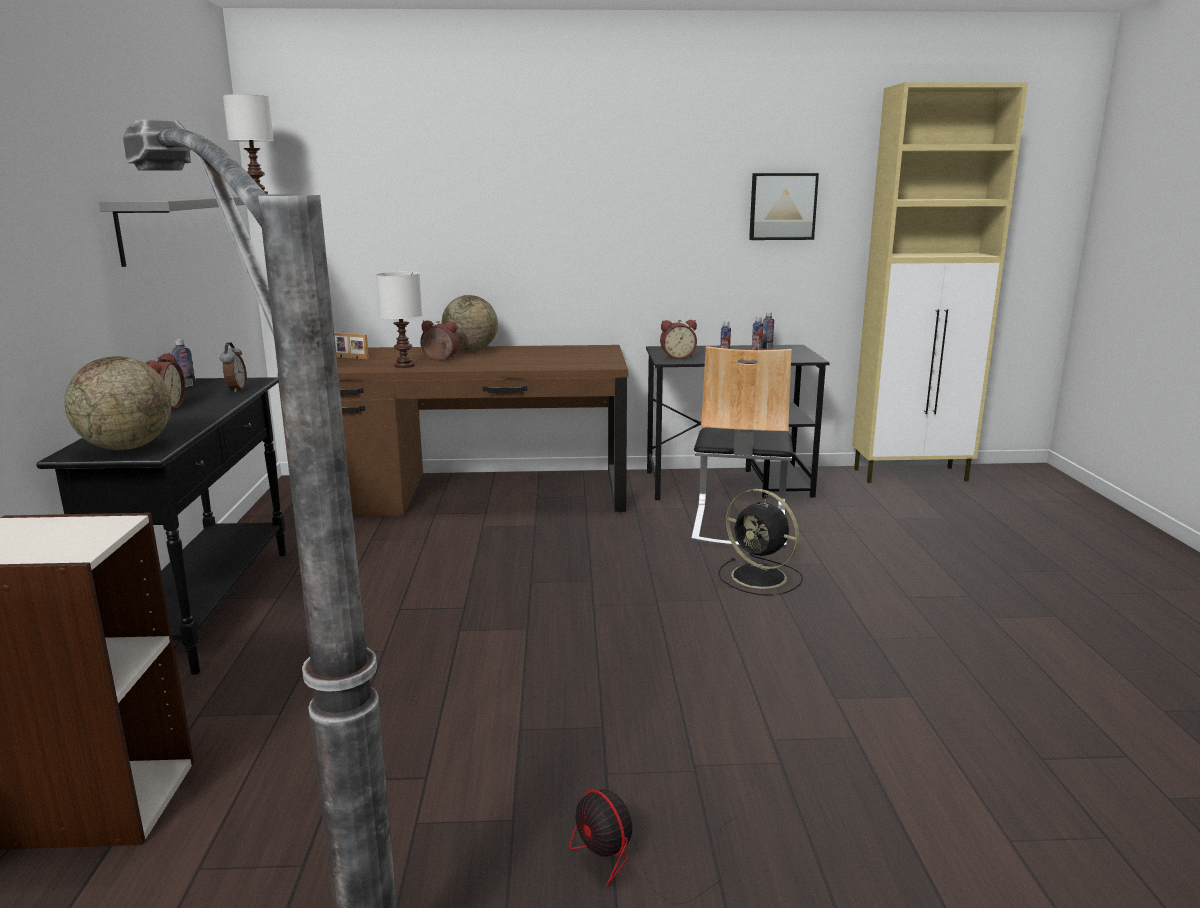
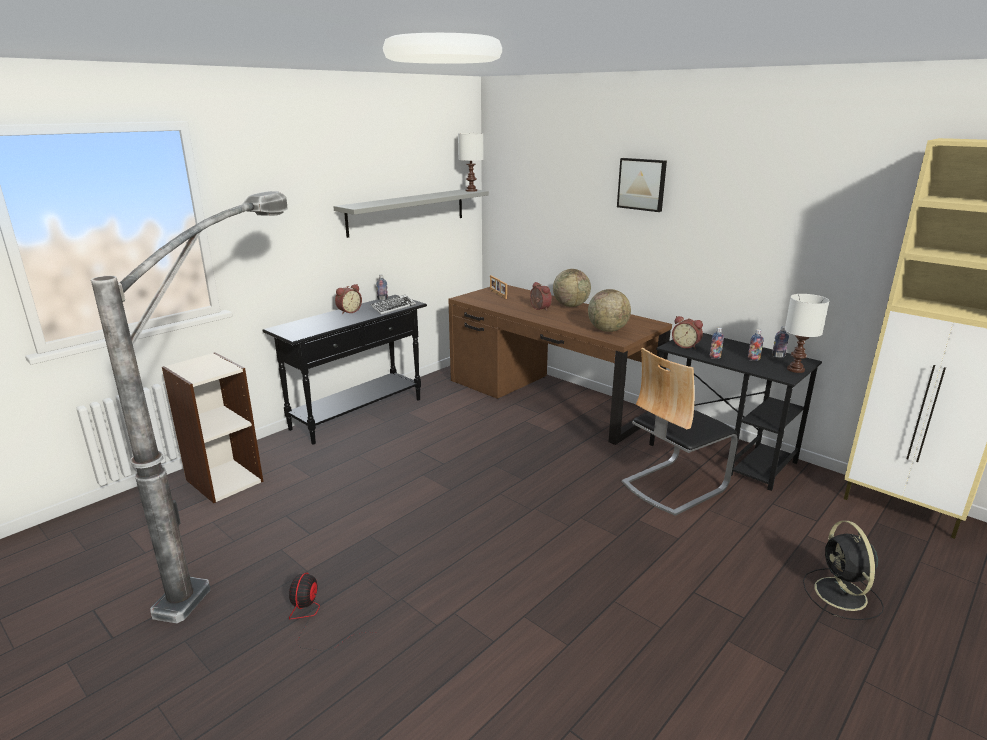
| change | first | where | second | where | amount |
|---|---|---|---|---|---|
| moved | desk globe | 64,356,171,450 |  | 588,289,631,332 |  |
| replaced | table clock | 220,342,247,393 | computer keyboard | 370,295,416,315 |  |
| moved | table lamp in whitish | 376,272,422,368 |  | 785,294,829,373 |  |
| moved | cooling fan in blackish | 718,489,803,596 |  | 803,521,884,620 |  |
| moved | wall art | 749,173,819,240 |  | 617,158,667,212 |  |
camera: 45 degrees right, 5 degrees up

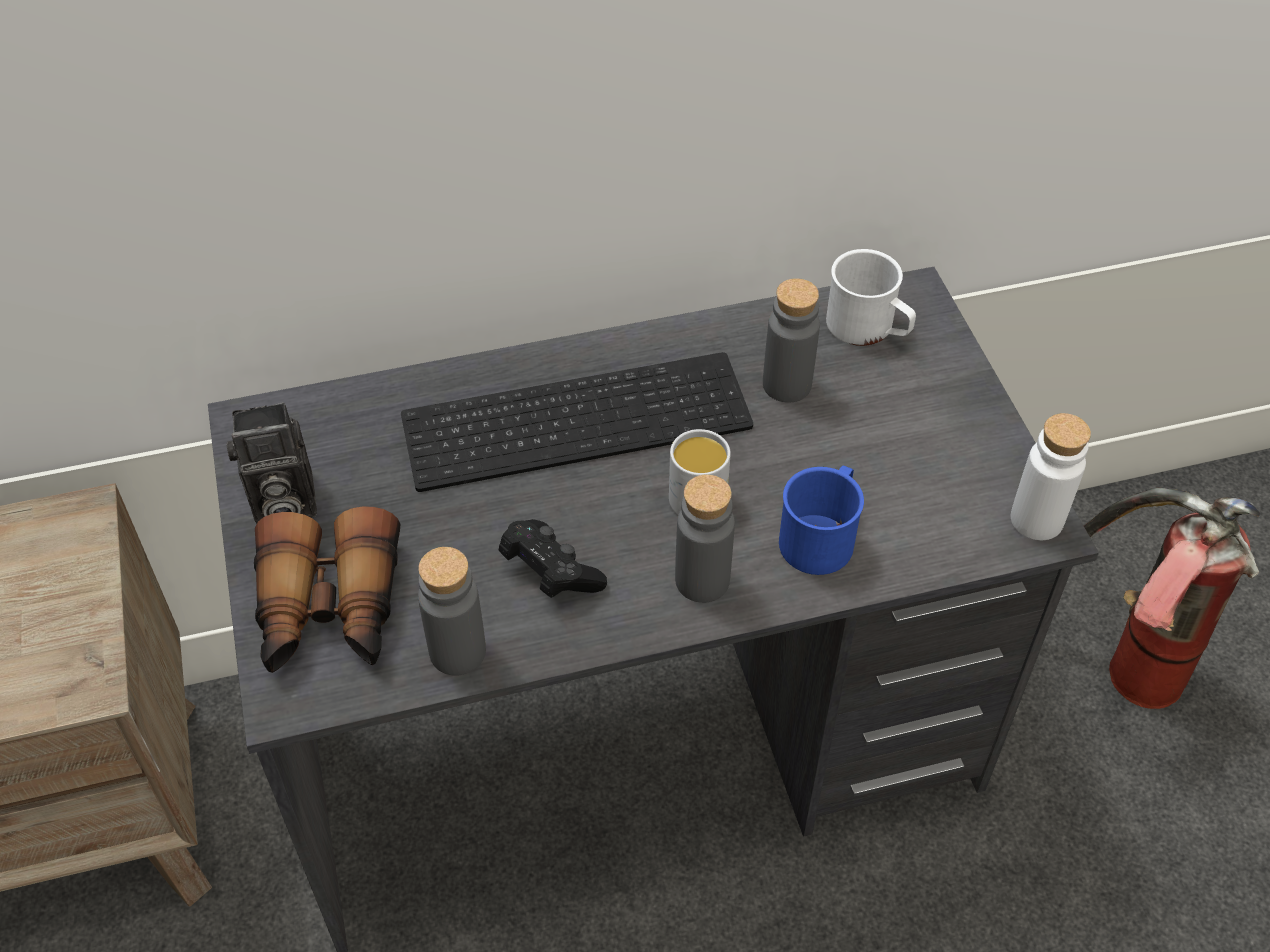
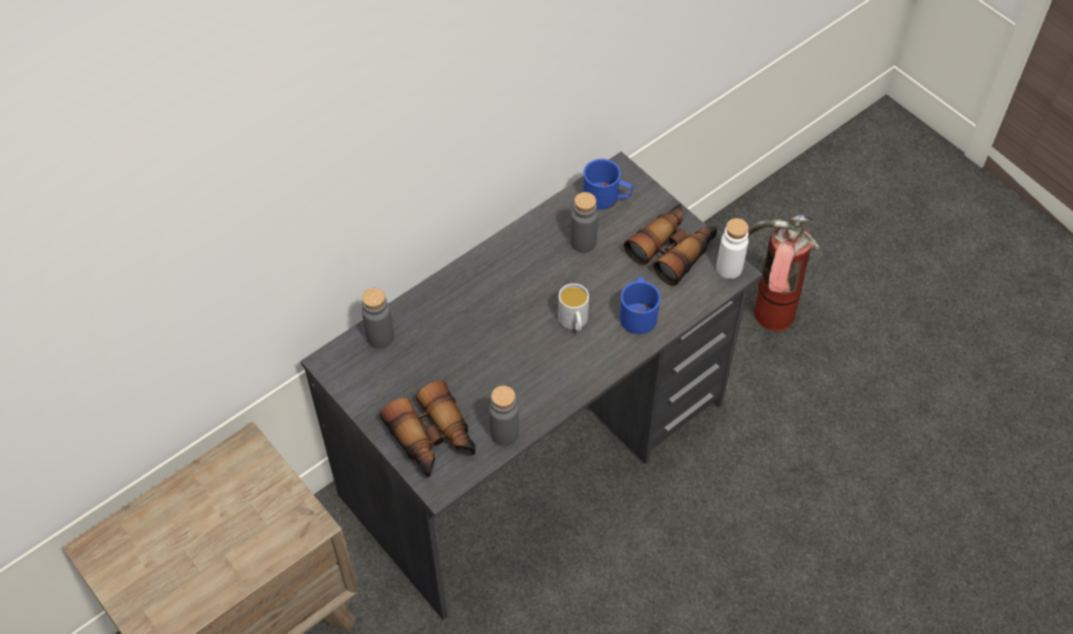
| change | first | where | second | where | amount |
|---|---|---|---|---|---|
| removed | photo camera | 227,402,317,524 |  |  |  |
| removed | computer keyboard | 401,352,753,492 |  |  |  |
| removed | gamepad in blackish | 498,519,607,598 |  |  |  |
| moved | drink bottle in grey | 675,474,735,603 |  | 362,288,394,348 |  |
| recoloured | coffee mug in whitish | 826,249,916,346 | coffee mug in bluish | 583,159,633,210 |  |
| added |  |  | field glasses | 624,204,717,286 |  |
camera: 25 degrees left, 5 degrees up

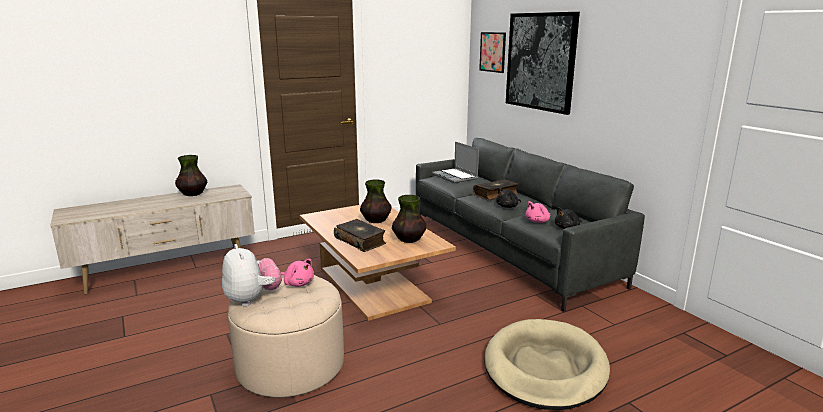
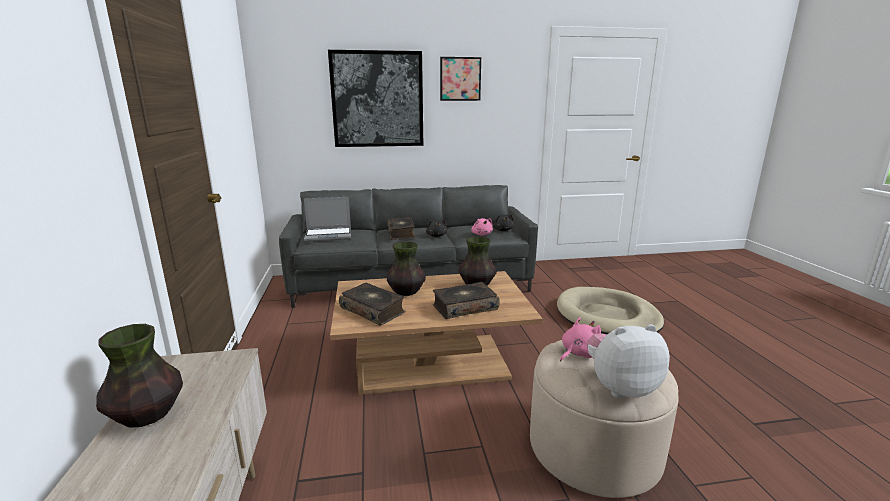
| change | first | where | second | where | amount |
|---|---|---|---|---|---|
| moved | wall art | 479,32,506,73 |  | 440,57,481,101 |  |
| added |  |  | bound book | 339,283,405,325 |  |
camera: 70 degrees left, 0 degrees up

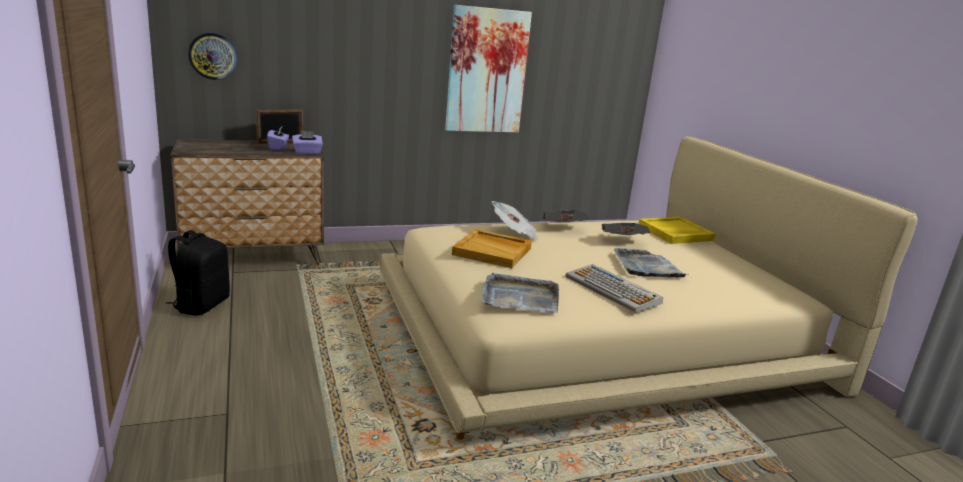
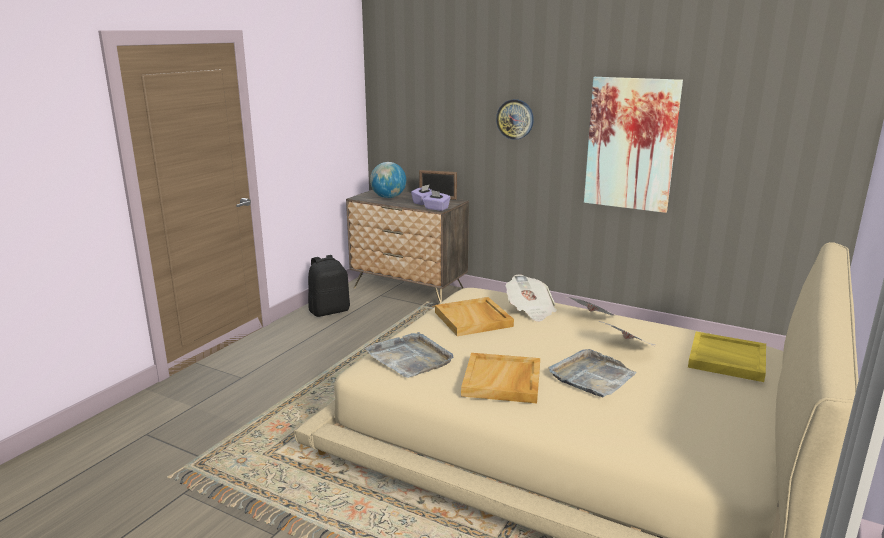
| change | first | where | second | where | amount |
|---|---|---|---|---|---|
| moved | wall clock | 188,33,237,80 |  | 496,99,534,140 |  |
| replaced | computer keyboard | 565,264,663,313 | carrying tray in sand-coloured | 461,353,540,403 |  |
| added |  |  | desk globe | 370,162,406,198 |  |
camera: 50 degrees right, 0 degrees up

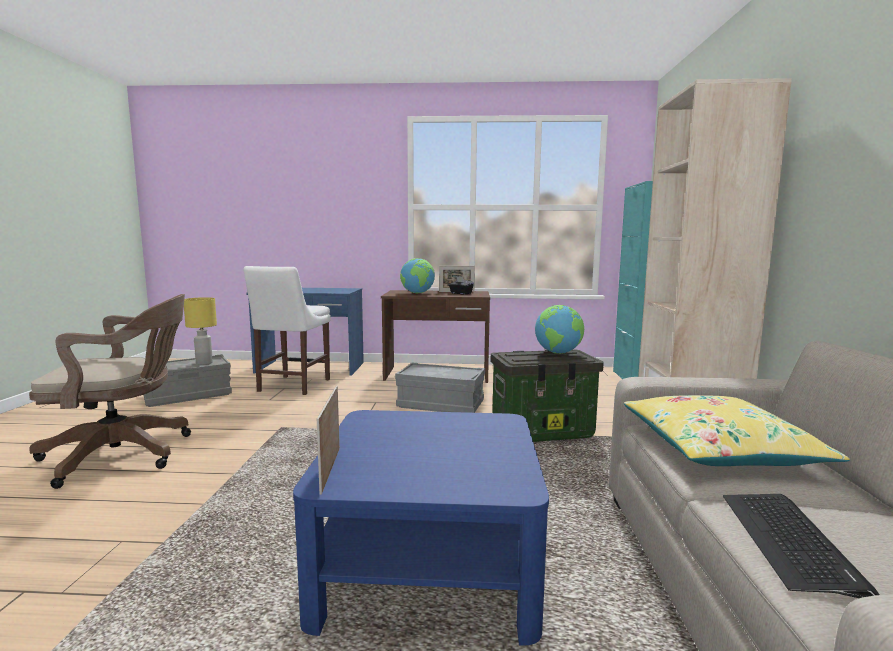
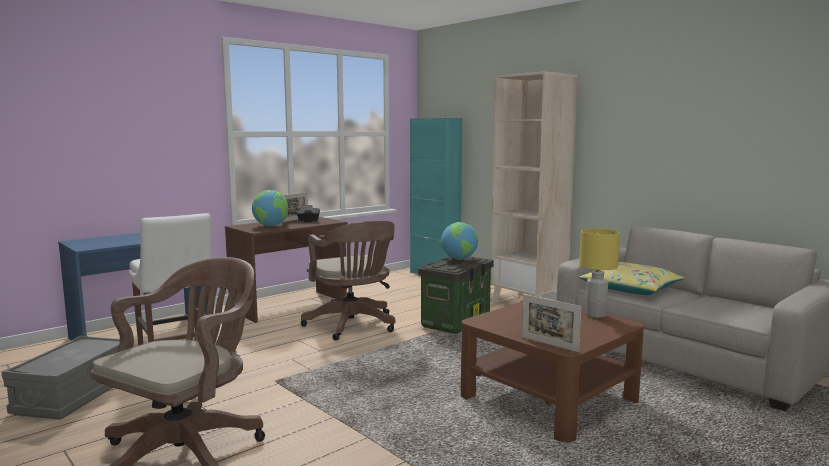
| change | first | where | second | where | amount |
|---|---|---|---|---|---|
| moved | table lamp in yellowish | 184,297,217,365 |  | 579,228,620,318 |  |
| recoloured | low table in bluish | 293,410,549,646 | low table in brown | 461,302,644,443 |  |
| replaced | storage box in grey | 395,363,485,413 | desk chair in brown | 301,220,395,341 |  |
| removed | computer keyboard | 723,494,880,598 |  |  |  |
camera: 45 degrees left, 0 degrees up

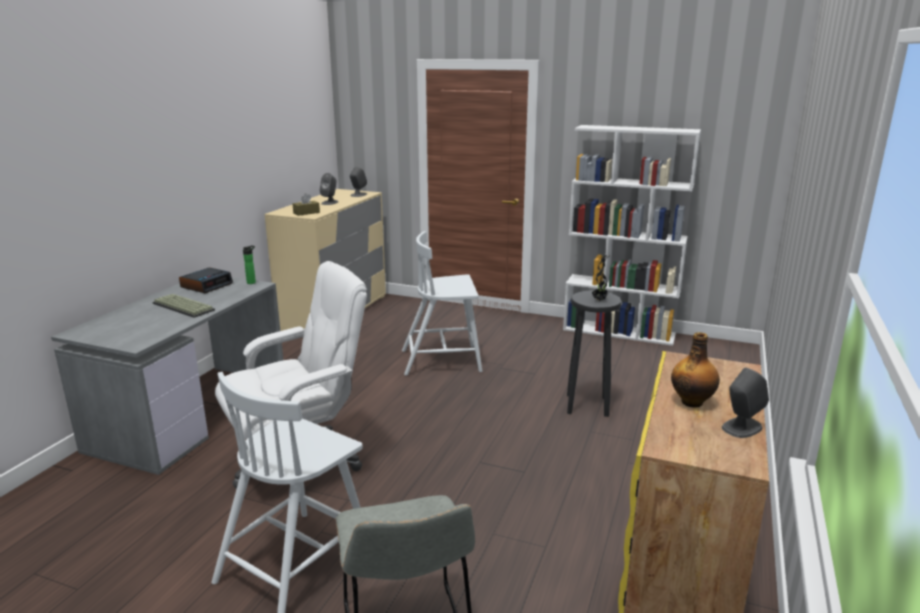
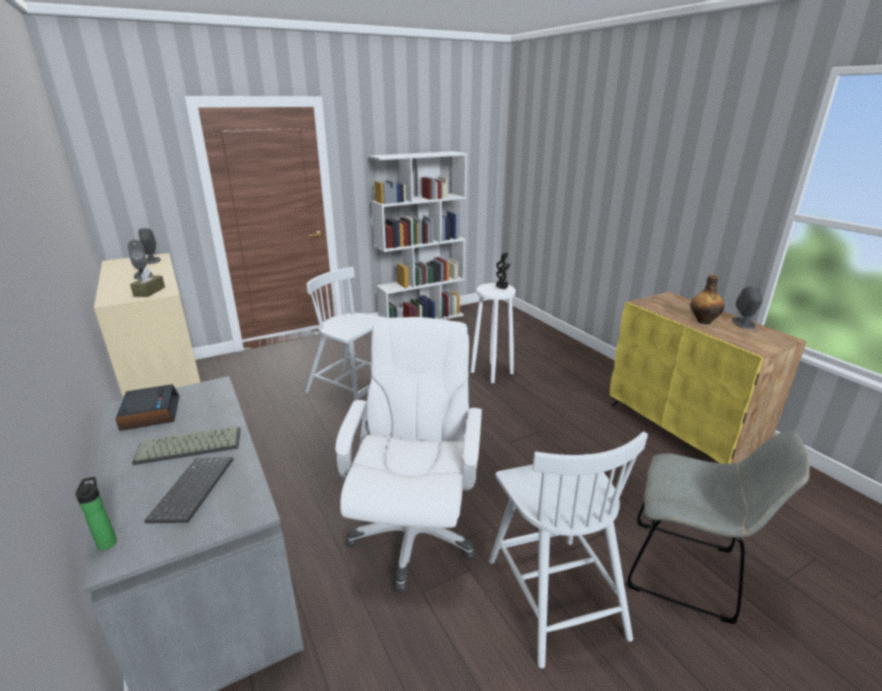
| change | first | where | second | where | amount |
|---|---|---|---|---|---|
| moved | drink bottle | 243,245,256,284 |  | 75,477,117,550 |  |
| turned | plain chair in whitish | 402,231,482,376 |  | 305,267,386,401 | 90 degrees clockwise |
| recoloured | stool seat in blackish | 567,291,622,417 | stool seat in whitish | 471,283,516,383 |  |
| added |  |  | computer keyboard | 144,457,234,523 |  |
camera: 50 degrees left, 5 degrees up

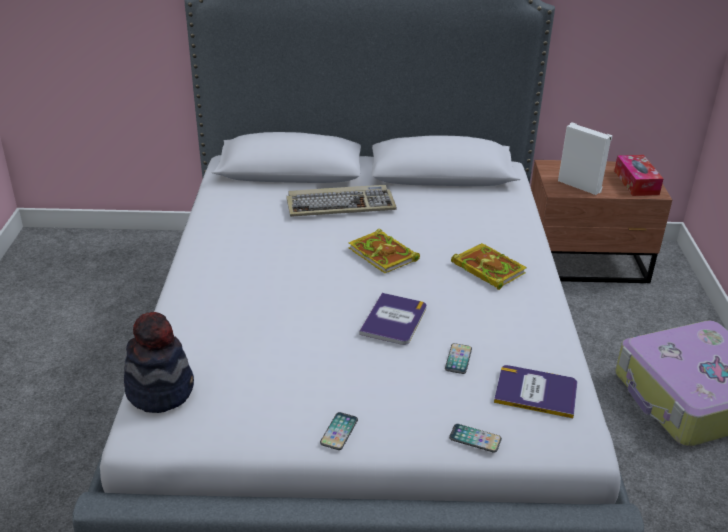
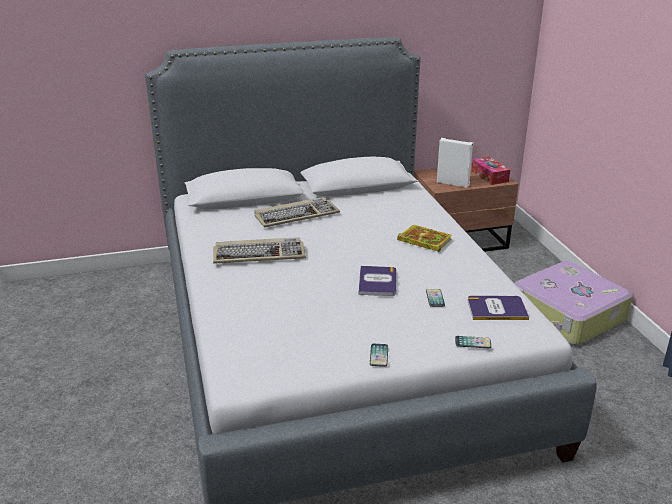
| change | first | where | second | where | amount |
|---|---|---|---|---|---|
| removed | hat | 124,312,194,413 |  |  |  |
| removed | bound book | 348,229,420,273 |  |  |  |
| added |  |  | computer keyboard | 213,237,306,264 |  |
camera: 15 degrees left, 5 degrees down

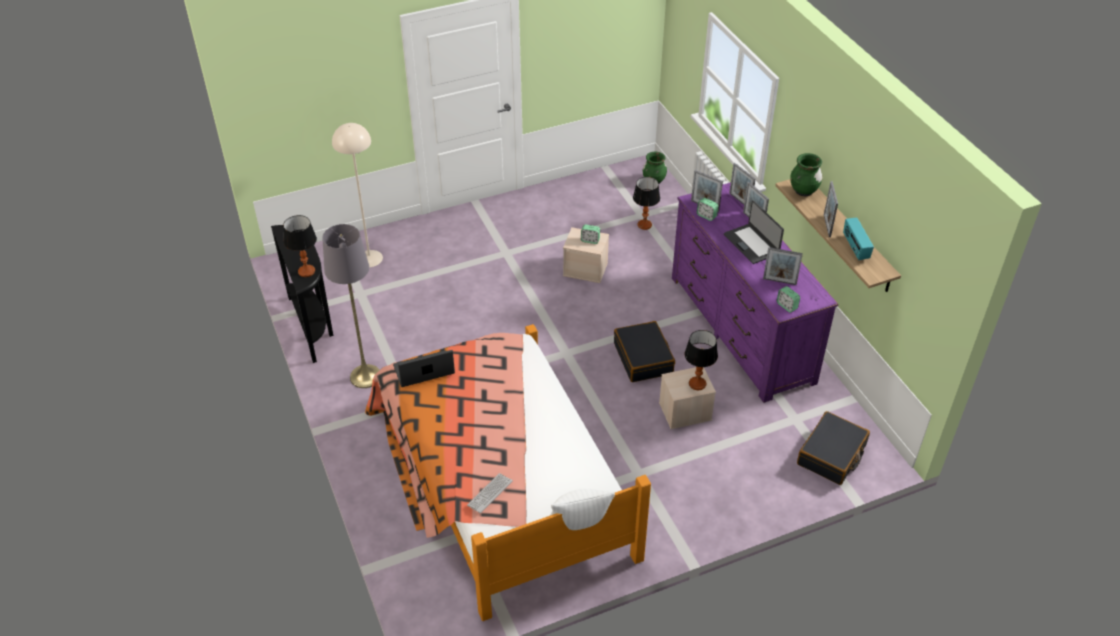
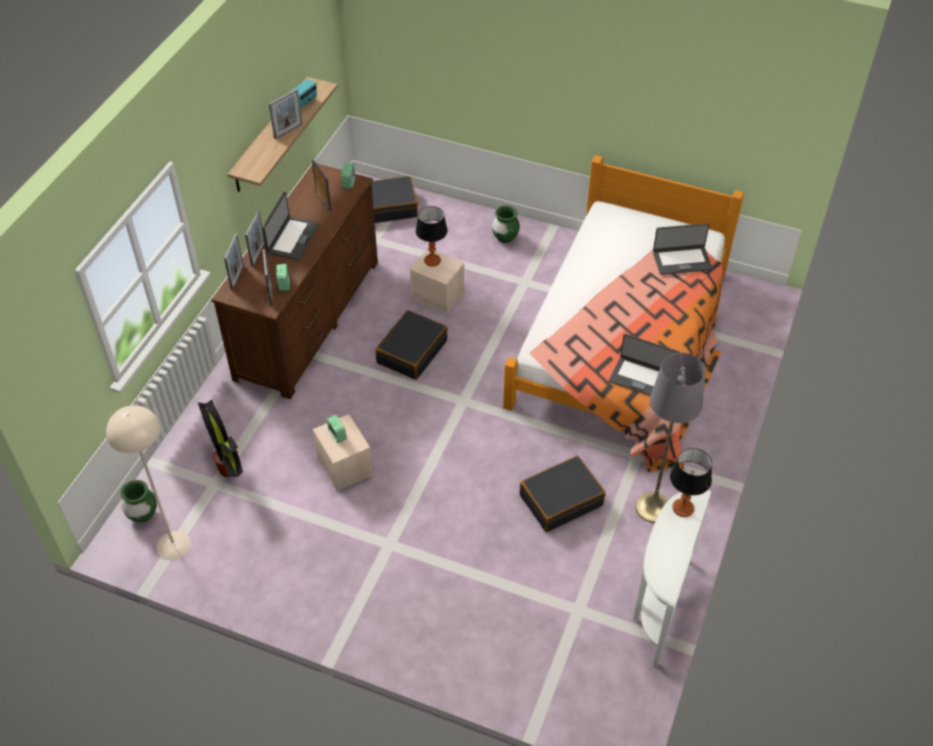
| change | first | where | second | where | amount |
|---|---|---|---|---|---|
| recoloured | narrow table in blackish | 271,225,333,363 | narrow table in whitish | 633,490,711,666 |  |
| moved | floor lamp in sand-coloured | 332,123,383,267 |  | 106,405,191,560 |  |
| replaced | computer keyboard | 467,473,513,513 | notebook computer | 653,223,713,275 |  |
| removed | throw pillow in whitish | 551,489,615,530 |  |  |  |
| replaced | table lamp | 633,177,660,230 | plant in a pot | 198,400,243,477 |  |
| recoloured | chest of drawers in purple | 672,182,839,403 | chest of drawers in brown | 211,164,378,399 |  |
| moved | decorative vase in green-coloured | 790,153,822,196 |  | 492,205,520,243 |  |
| added |  |  | travel case in blackish | 519,456,605,532 |  |
camera: 135 degrees left, 5 degrees up

